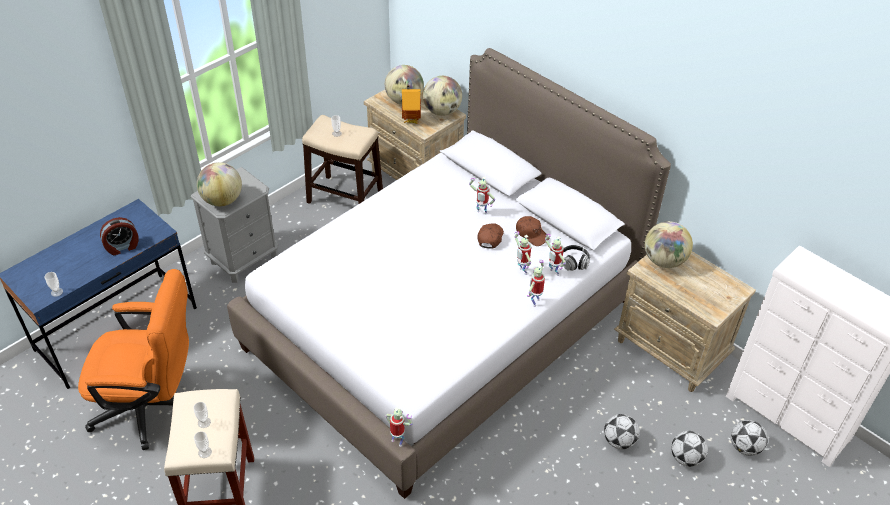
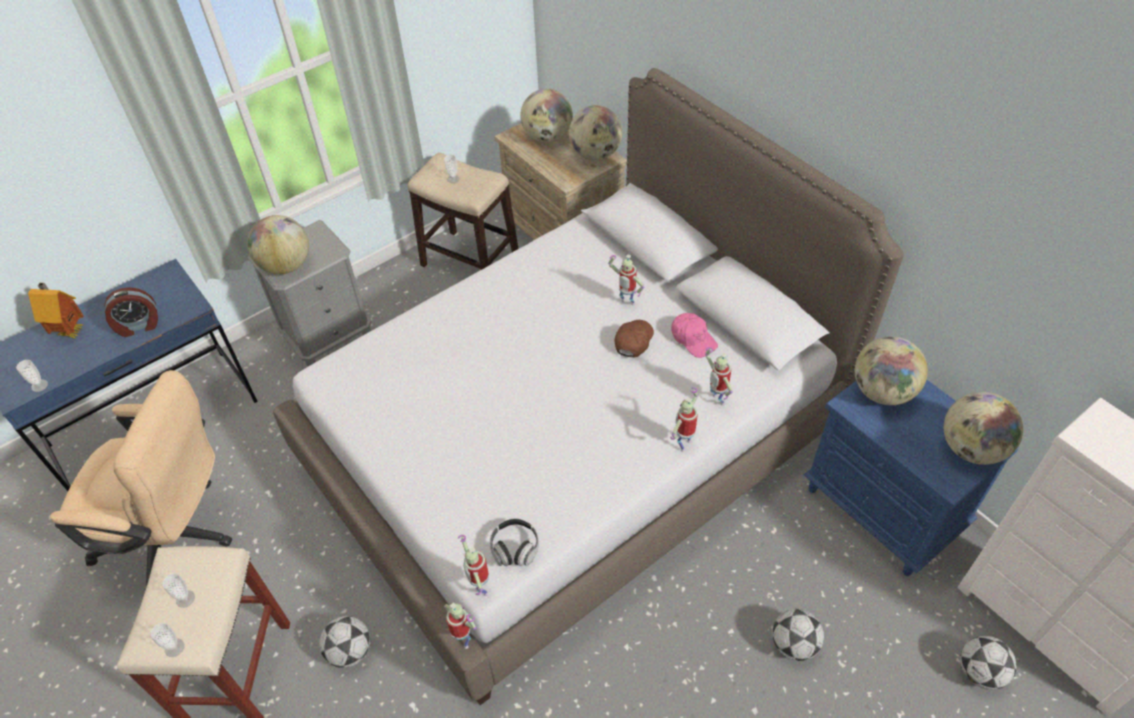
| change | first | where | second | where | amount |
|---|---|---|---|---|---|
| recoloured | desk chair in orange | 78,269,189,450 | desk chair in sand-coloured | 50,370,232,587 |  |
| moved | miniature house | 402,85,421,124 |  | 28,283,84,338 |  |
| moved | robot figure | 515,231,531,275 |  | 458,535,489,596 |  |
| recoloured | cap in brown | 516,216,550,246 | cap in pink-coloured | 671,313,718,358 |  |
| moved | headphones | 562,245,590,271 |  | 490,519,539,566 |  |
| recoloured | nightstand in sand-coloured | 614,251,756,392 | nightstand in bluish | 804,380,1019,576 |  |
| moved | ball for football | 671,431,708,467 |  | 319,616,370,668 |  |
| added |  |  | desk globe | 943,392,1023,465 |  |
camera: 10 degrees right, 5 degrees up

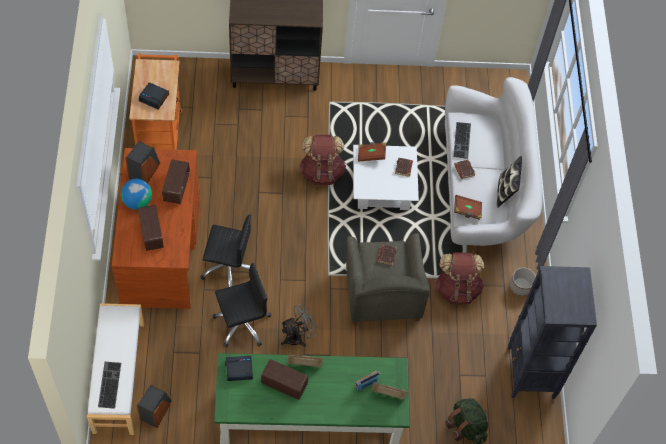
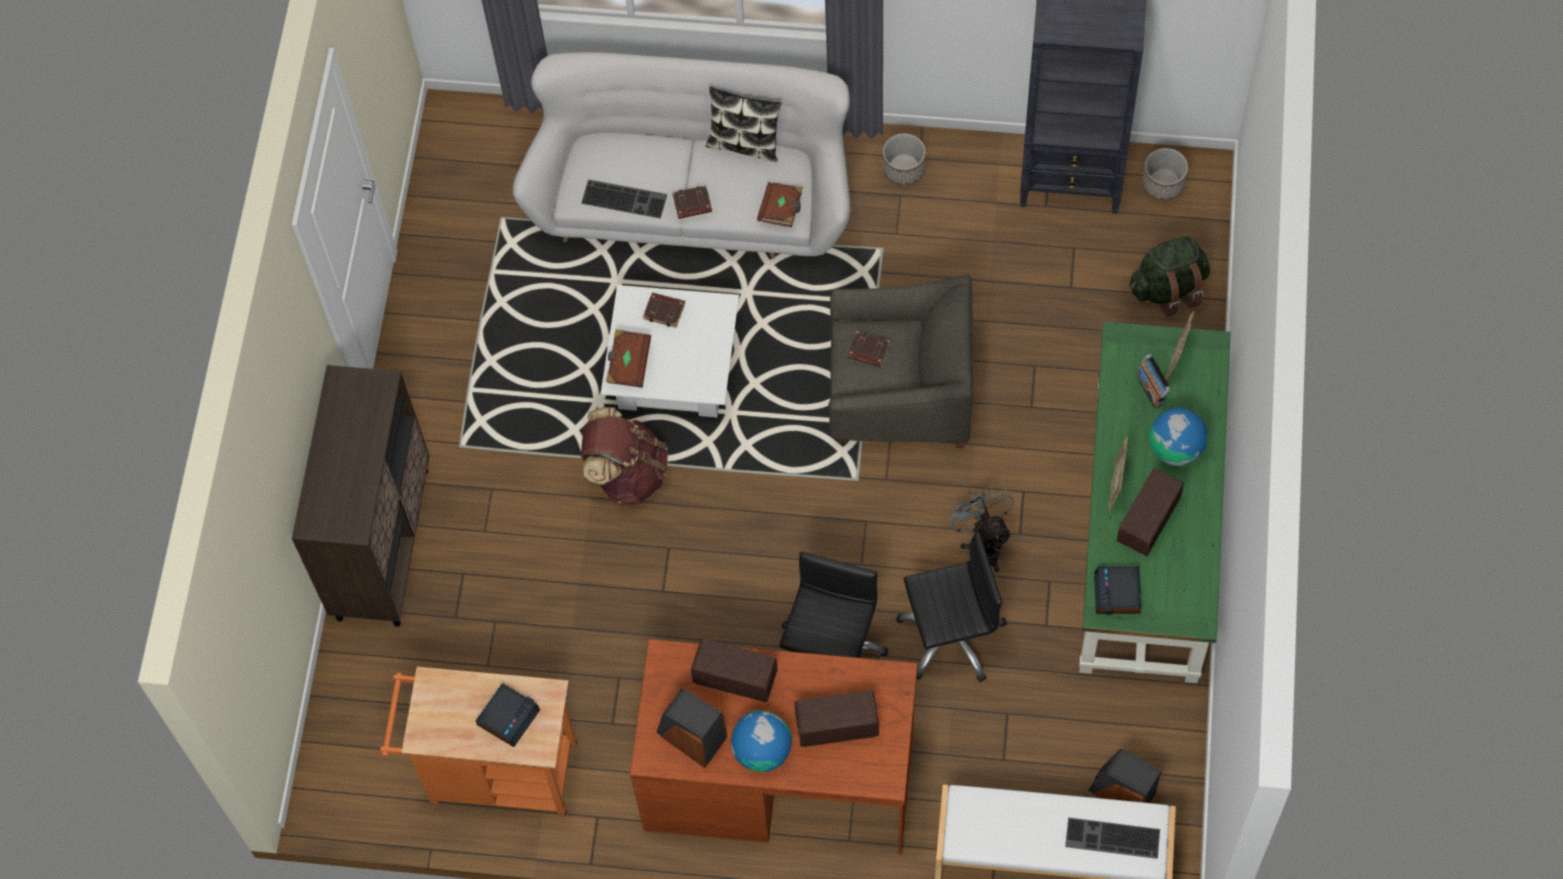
| change | first | where | second | where | amount |
|---|---|---|---|---|---|
| turned | desk chair in blackish | 213,263,271,347 |  | 896,532,1007,682 | 90 degrees clockwise |
| removed | rucksack in brown | 435,252,484,305 |  |  |  |
| added |  |  | plant pot | 1142,148,1188,201 |  |
| added |  |  | desk globe | 1149,408,1208,466 |  |
camera: 75 degrees left, 5 degrees up

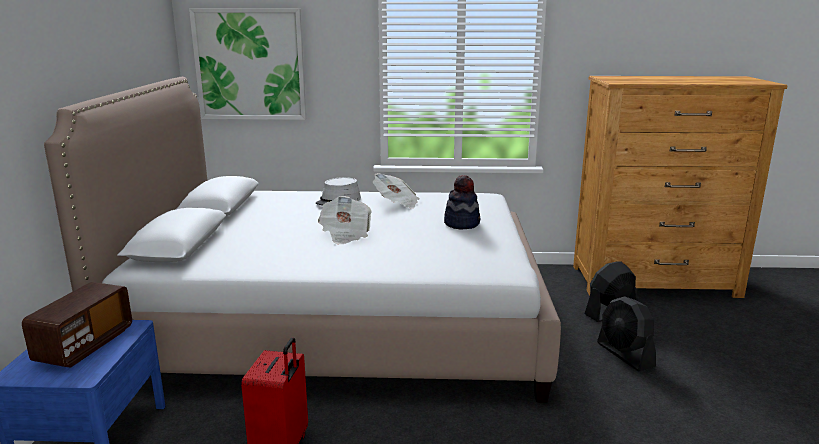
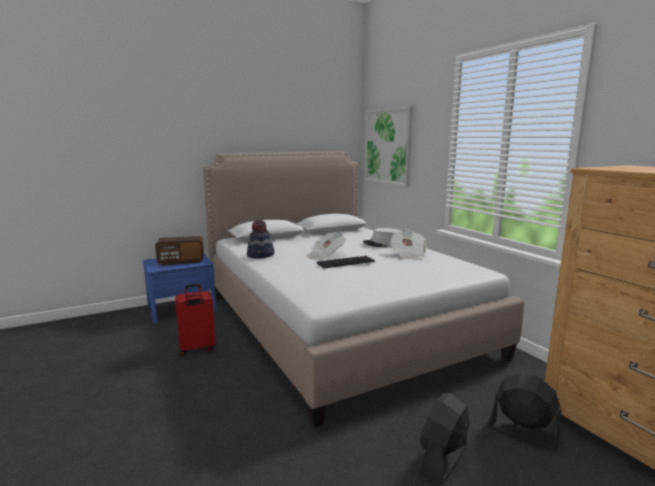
| change | first | where | second | where | amount |
|---|---|---|---|---|---|
| moved | hat | 444,175,480,230 |  | 247,220,274,258 |  |
| added |  |  | computer keyboard | 317,256,375,268 |  |
camera: 60 degrees right, 5 degrees down

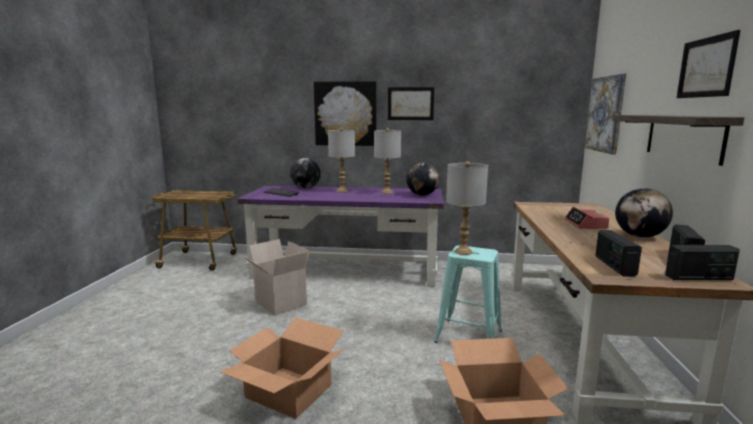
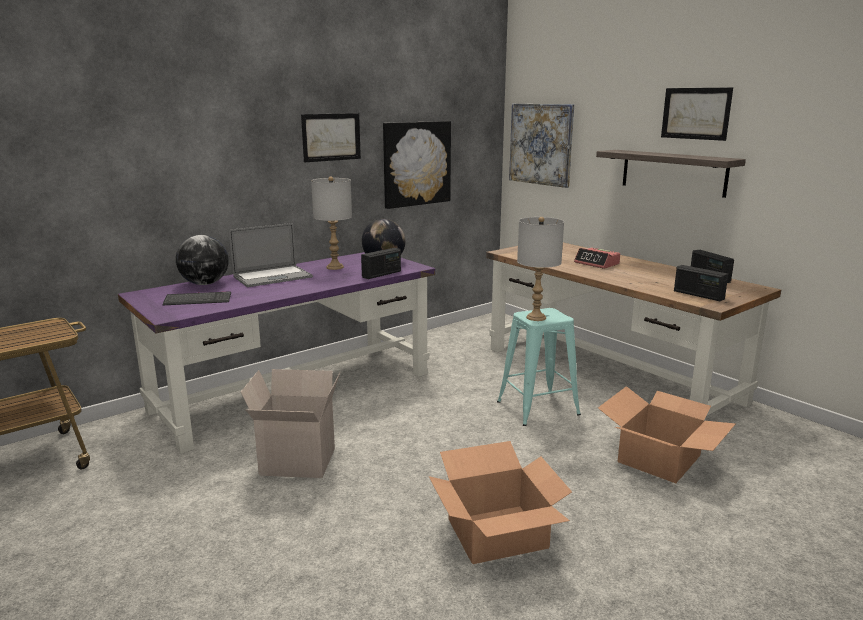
| change | first | where | second | where | amount |
|---|---|---|---|---|---|
| moved | wall art | 314,81,377,146 |  | 383,121,451,209 |  |
| replaced | table lamp in grey | 328,128,355,192 | notebook computer | 229,223,313,287 |  |
| removed | desk globe | 615,188,673,237 |  |  |  |
| moved | radio receiver | 665,245,740,280 |  | 361,248,401,279 |  |
camera: 45 degrees left, 5 degrees up

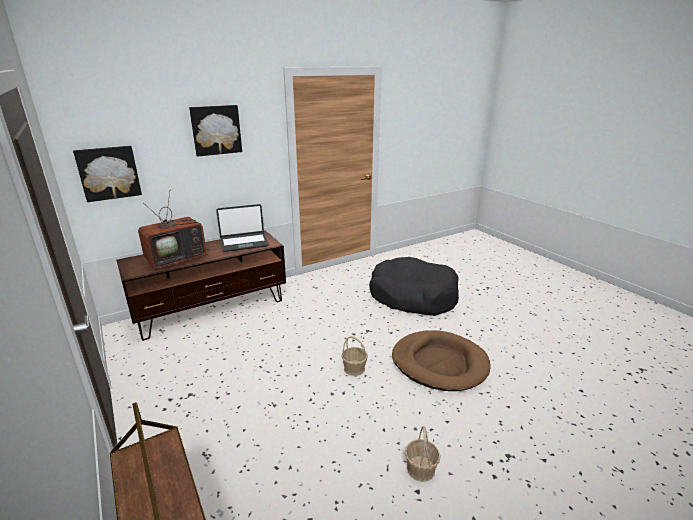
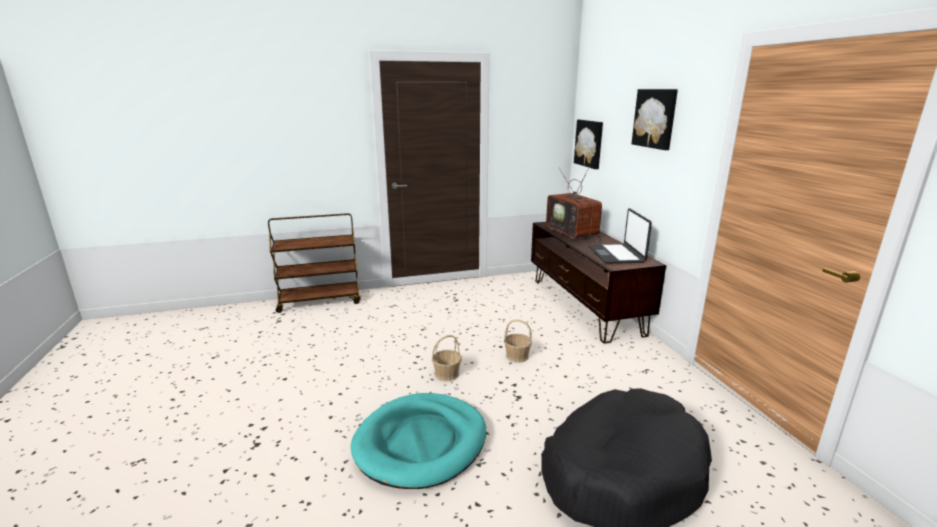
| change | first | where | second | where | amount |
|---|---|---|---|---|---|
| recoloured | dog cushion in brown | 392,330,491,391 | dog cushion in blue-green | 351,393,486,489 |  |
| moved | basket | 405,426,441,482 |  | 504,319,532,363 |  |
camera: 105 degrees right, 5 degrees down

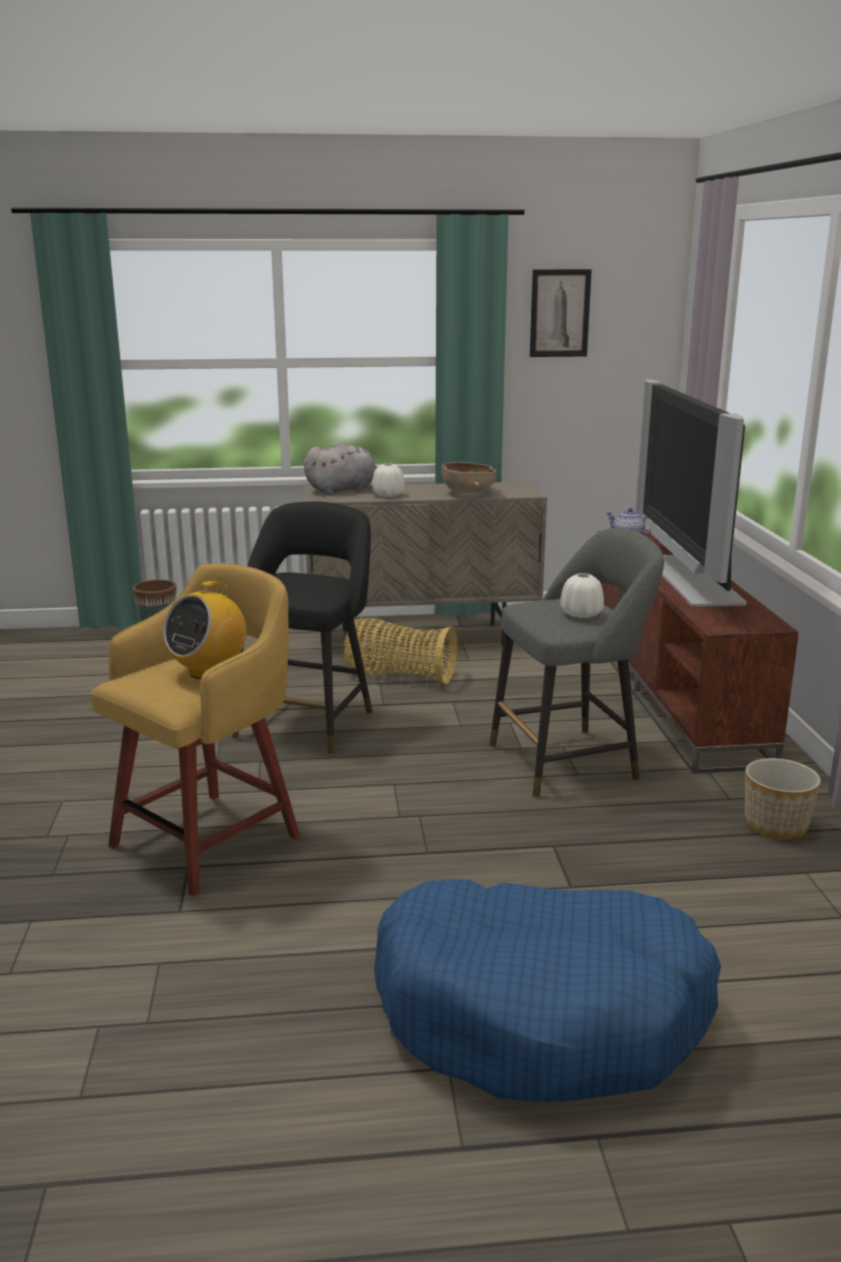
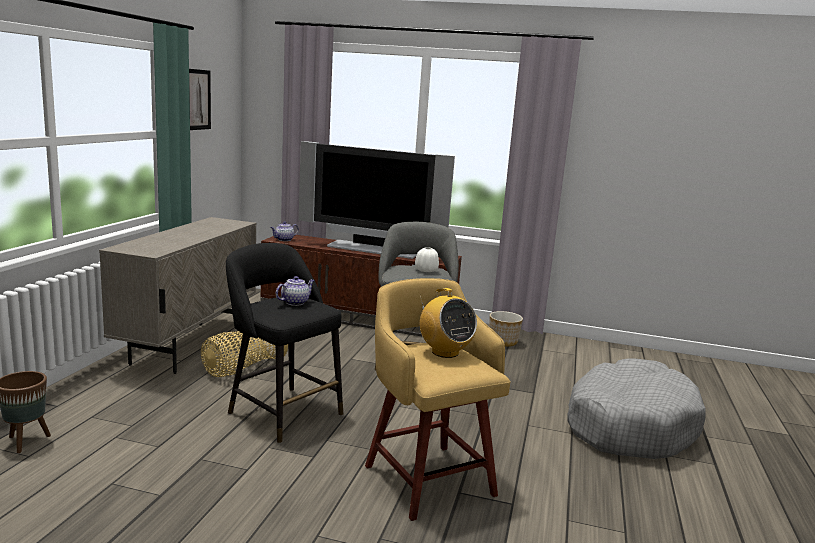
| change | first | where | second | where | amount |
|---|---|---|---|---|---|
| removed | plush toy in grey | 304,442,378,495 |  |  |  |
| removed | decorative vase in whitish | 372,463,405,497 |  |  |  |
| recoloured | dog cushion in bluish | 374,879,721,1102 | dog cushion in grey | 567,358,706,459 |  |
| removed | serving bowl in brown | 441,462,496,494 |  |  |  |
| added |  |  | pot for tea | 276,276,315,306 |  |
camera: 70 degrees left, 5 degrees down

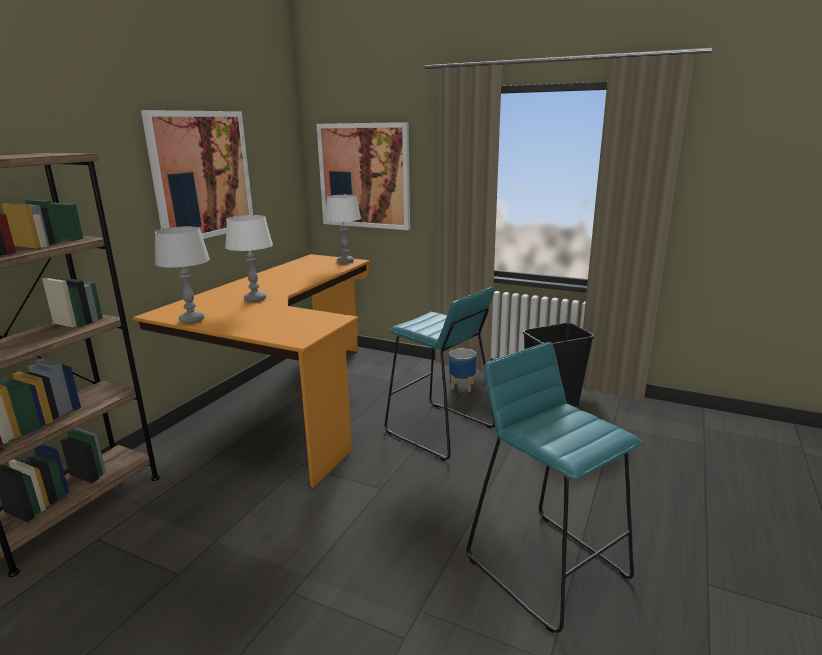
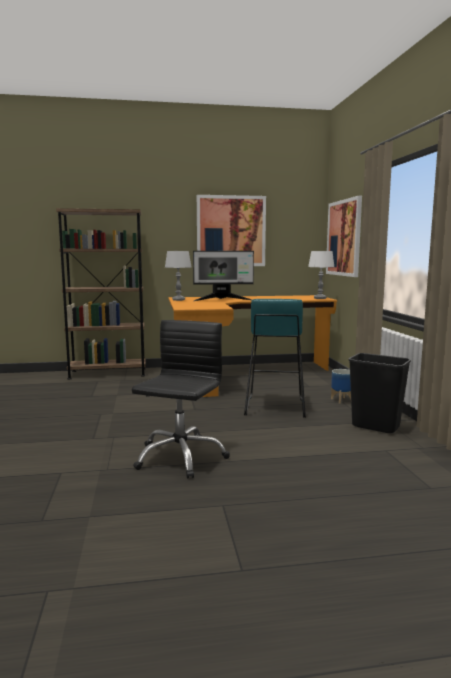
| change | first | where | second | where | amount |
|---|---|---|---|---|---|
| replaced | table lamp in whitish | 225,215,273,302 | monitor | 193,251,254,301 |  |
| replaced | stool seat in blue-green | 467,342,642,633 | desk chair in blackish | 132,320,230,479 |  |
camera: 55 degrees right, 10 degrees down

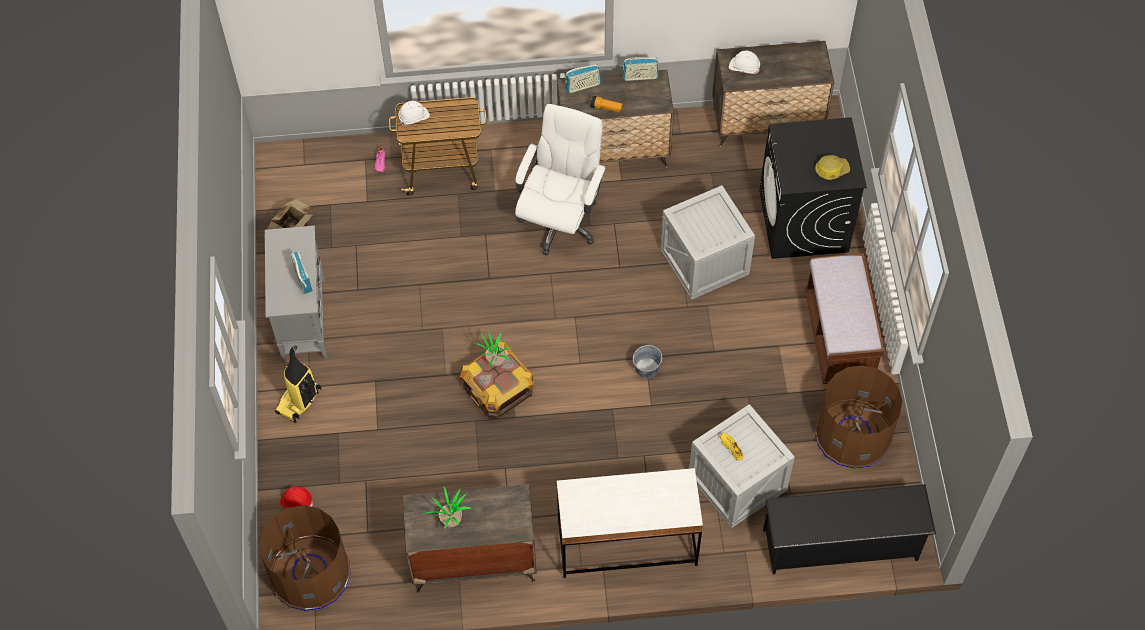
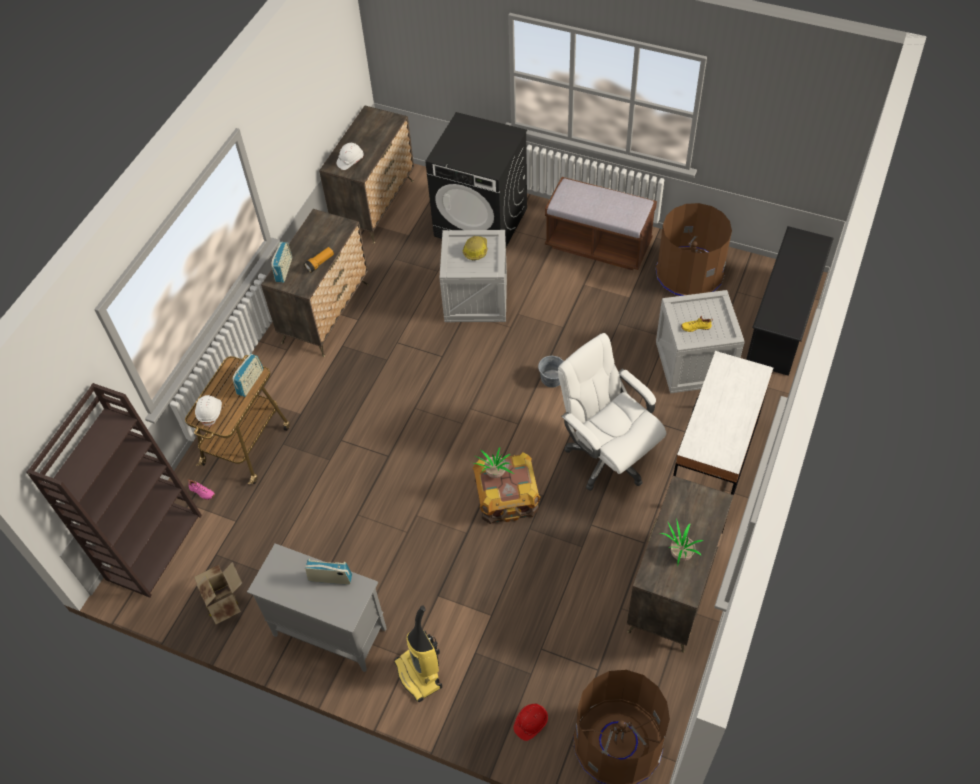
| change | first | where | second | where | amount |
|---|---|---|---|---|---|
| moved | desk chair in whitish | 515,104,607,255 |  | 558,333,666,491 |  |
| moved | radio receiver | 623,57,659,81 |  | 232,354,263,397 |  |
| moved | hard hat | 815,155,850,180 |  | 462,236,487,260 |  |
| added |  |  | shelving unit in brown | 27,383,202,598 |  |
camera: 60 degrees left, 5 degrees down

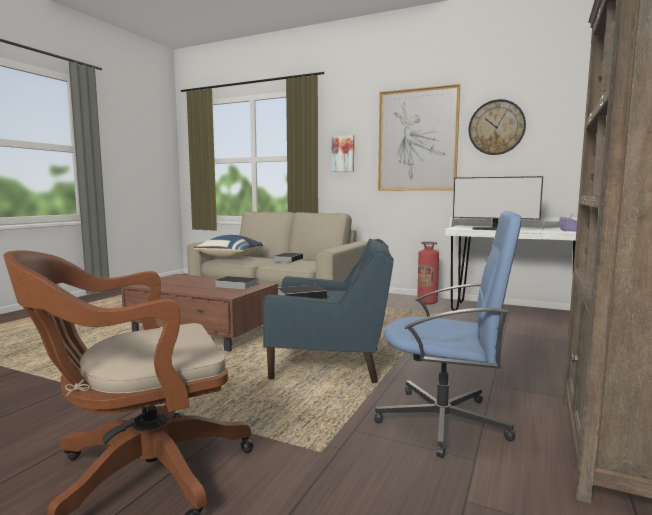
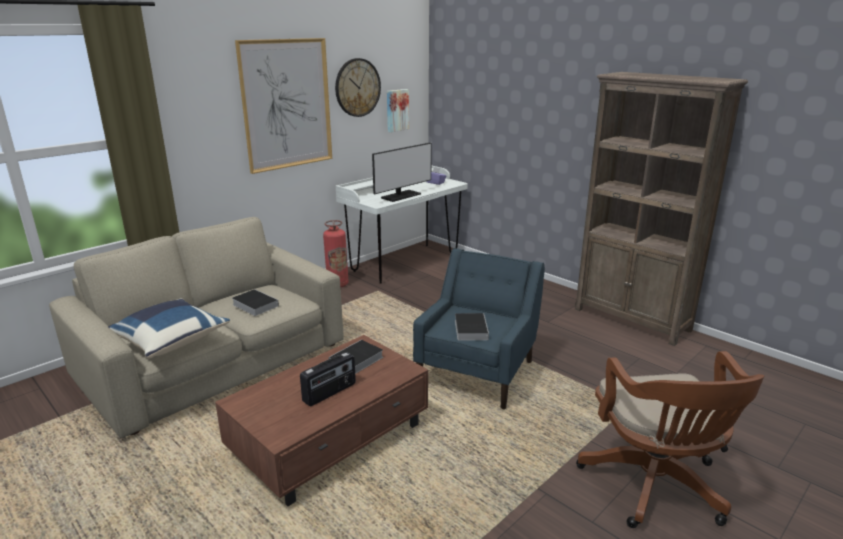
| change | first | where | second | where | amount |
|---|---|---|---|---|---|
| moved | wall art | 332,135,354,172 |  | 387,89,409,132 |  |
| removed | desk chair in bluish | 374,211,522,458 |  |  |  |
| added |  |  | radio receiver | 300,352,356,406 |  |
camera: 70 degrees left, 15 degrees up

